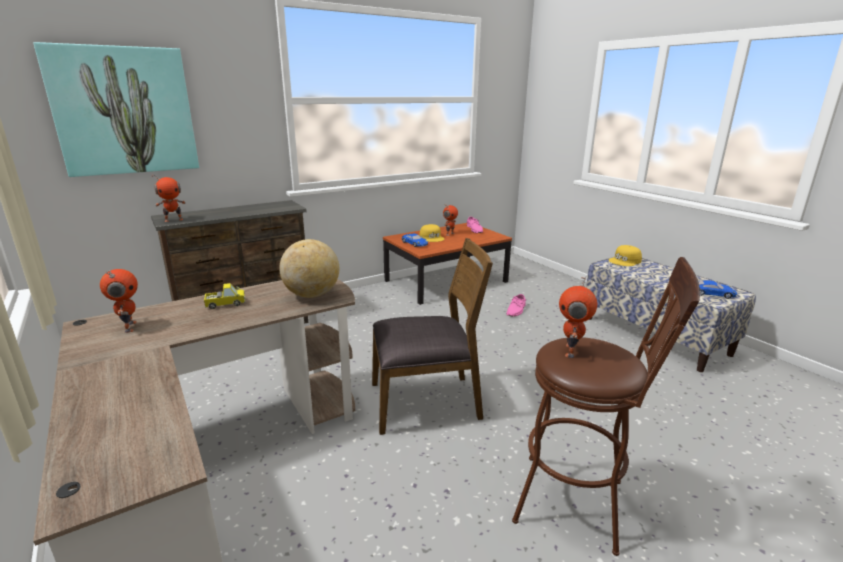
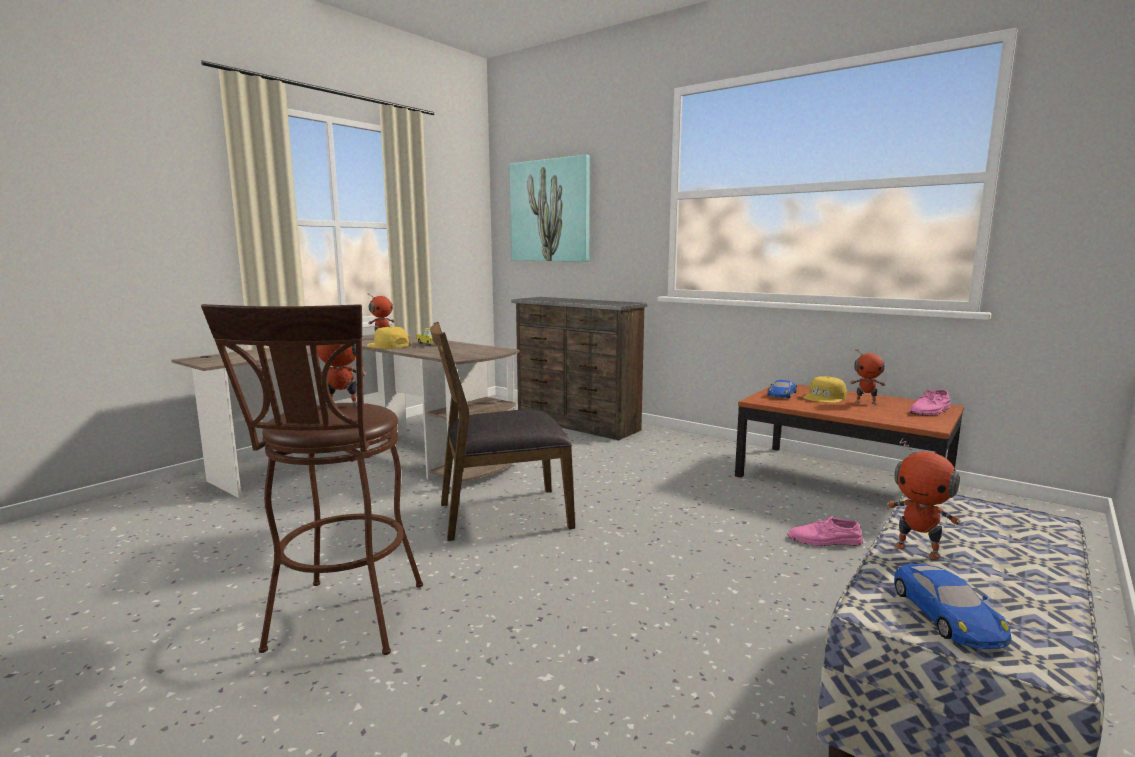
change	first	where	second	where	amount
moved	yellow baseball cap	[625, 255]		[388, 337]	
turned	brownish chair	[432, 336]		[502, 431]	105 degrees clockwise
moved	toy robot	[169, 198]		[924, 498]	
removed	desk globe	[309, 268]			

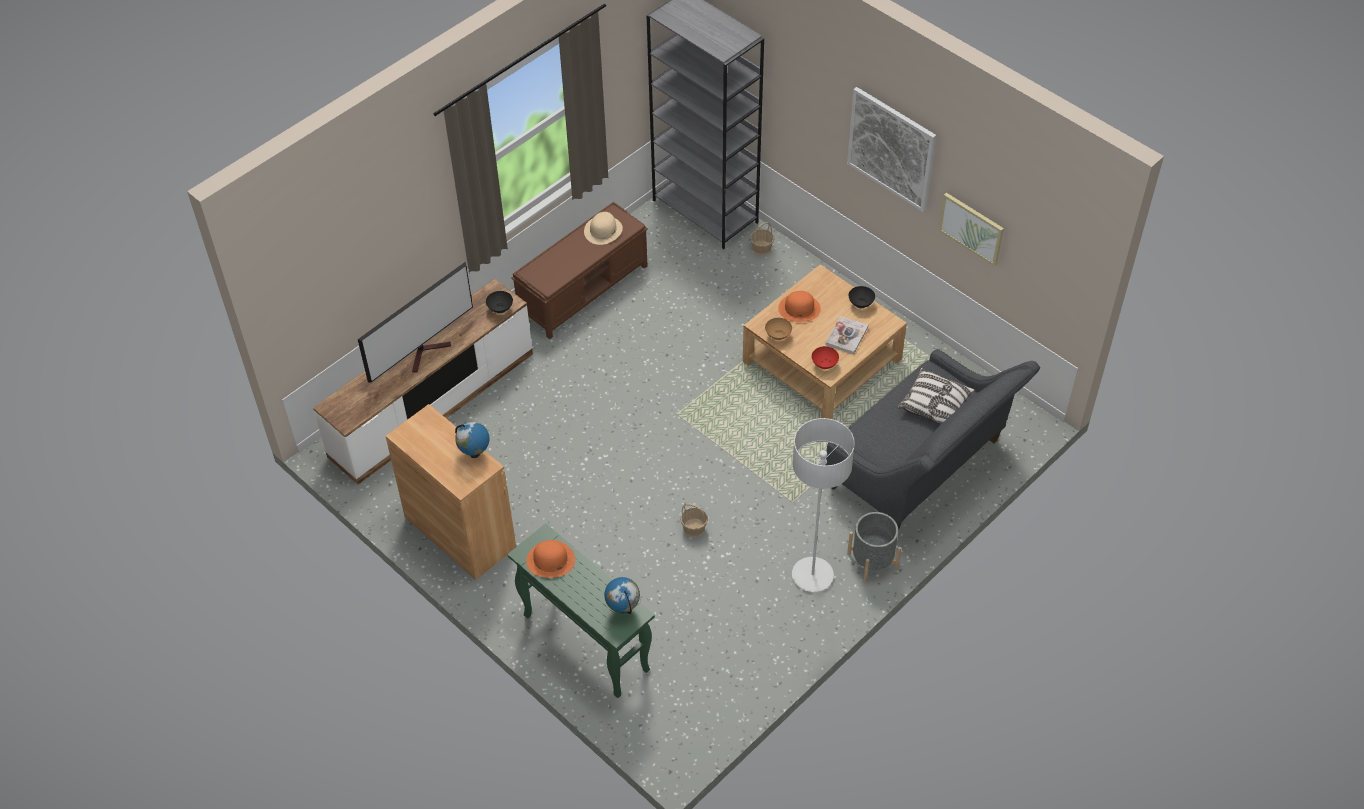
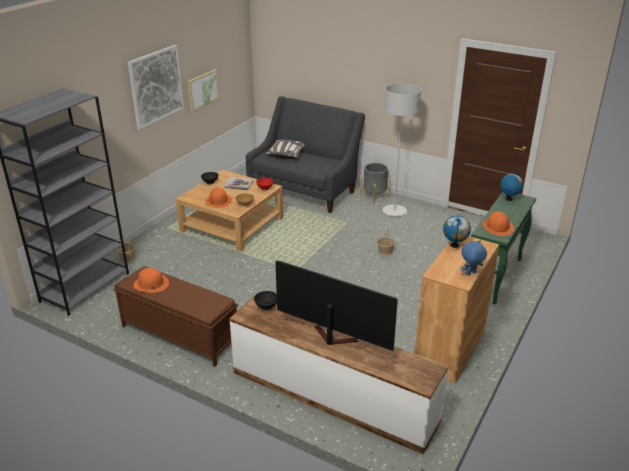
change	first	where	second	where	amount
recoloured	beige clothing hat	[603, 228]	orange-coloured clothing hat	[151, 280]	
added			blue cuddly toy	[474, 258]	

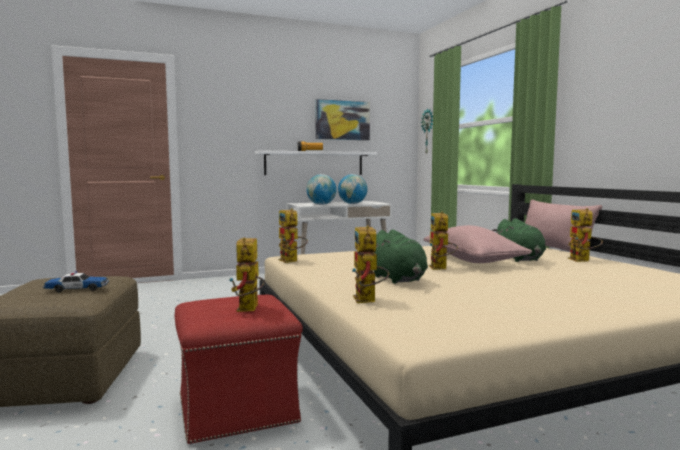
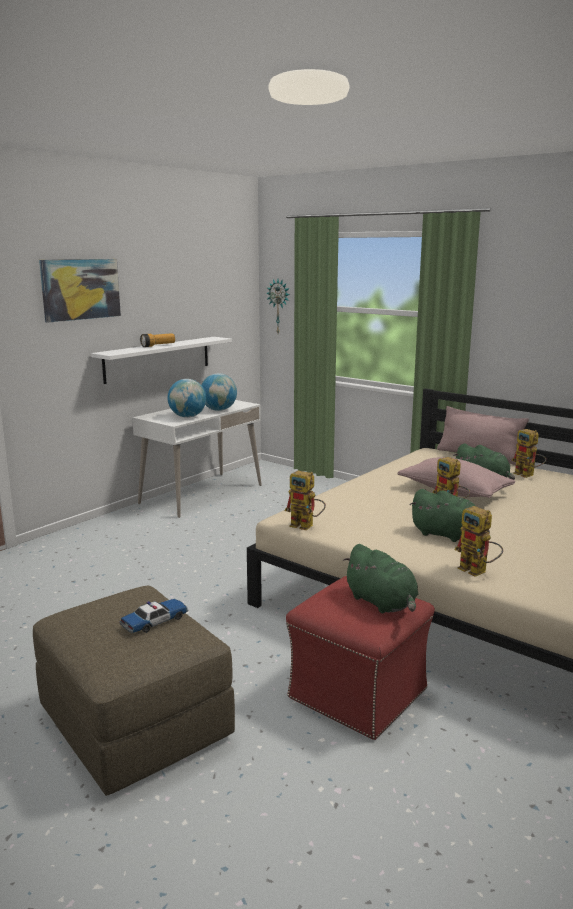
change	first	where	second	where	amount
moved	wall picture	[342, 119]		[80, 290]	
replaced	toy robot	[247, 274]	greenish cuddly toy	[380, 578]	

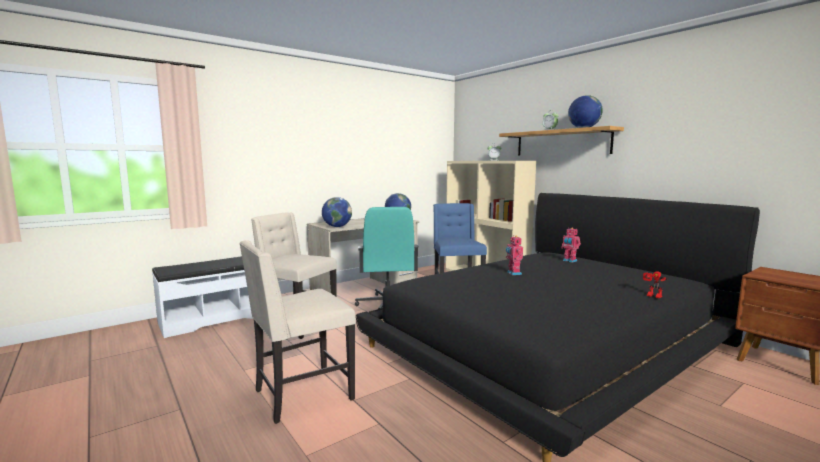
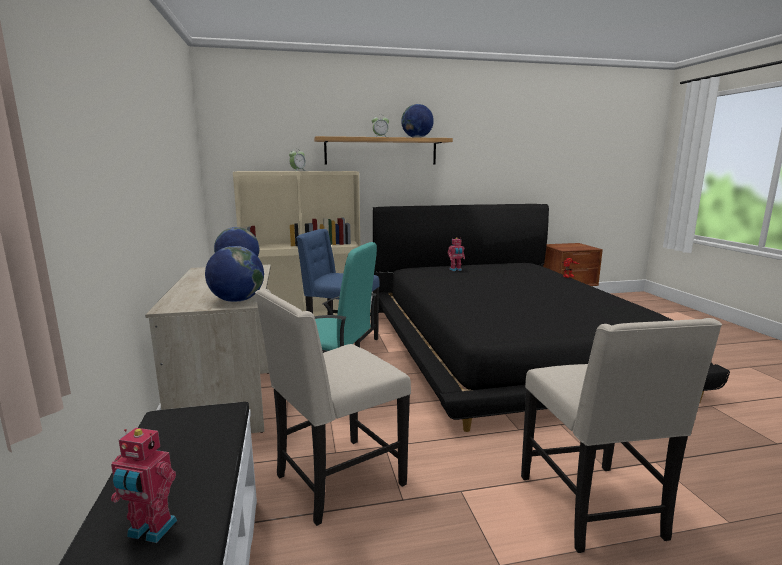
change	first	where	second	where	amount
moved	toy robot	[514, 255]		[144, 485]	

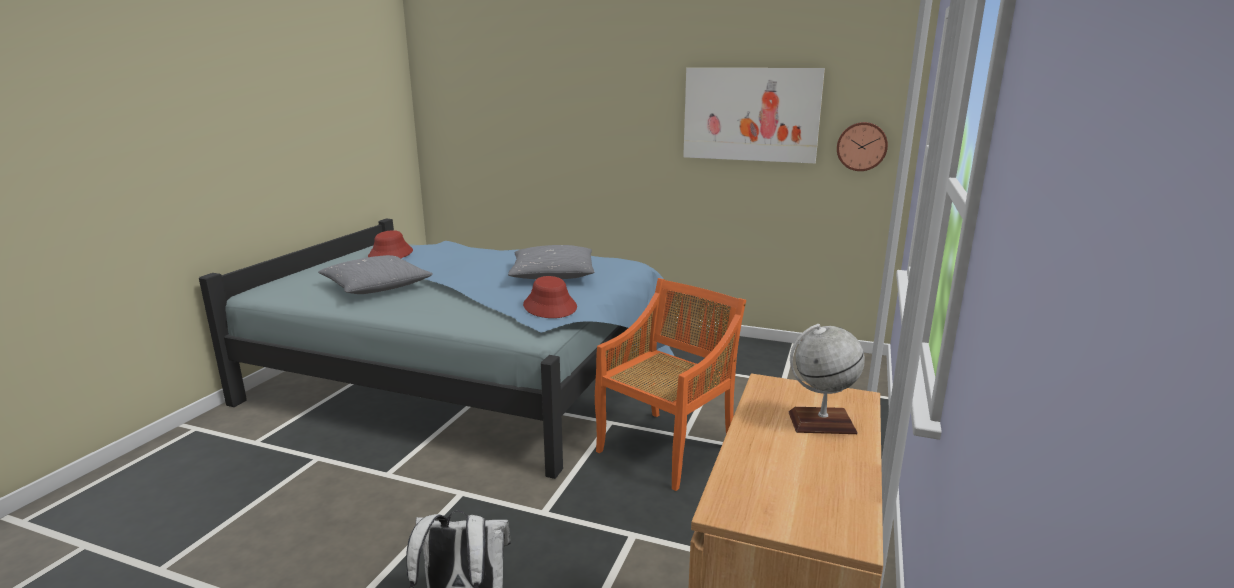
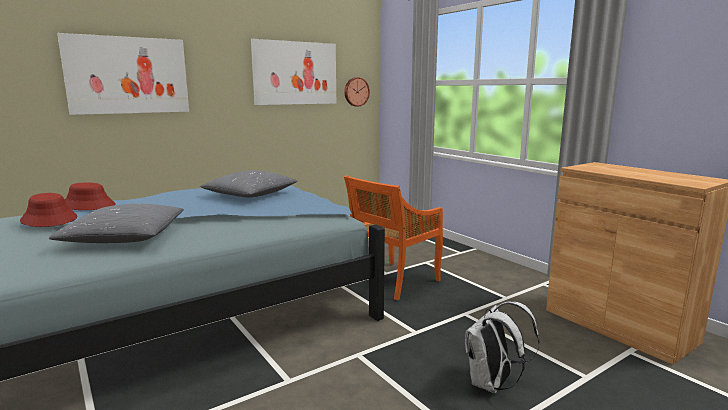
change	first	where	second	where	amount
added			wall picture	[123, 74]	
moved	red clothing hat	[550, 297]		[90, 196]	
turned	orange-coloured chair	[670, 384]		[393, 237]	120 degrees counterclockwise
removed	desk globe	[826, 379]			

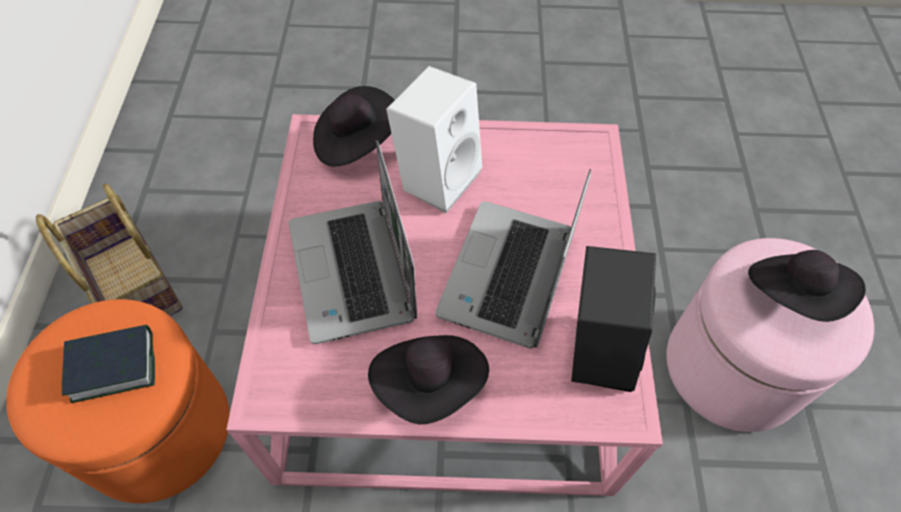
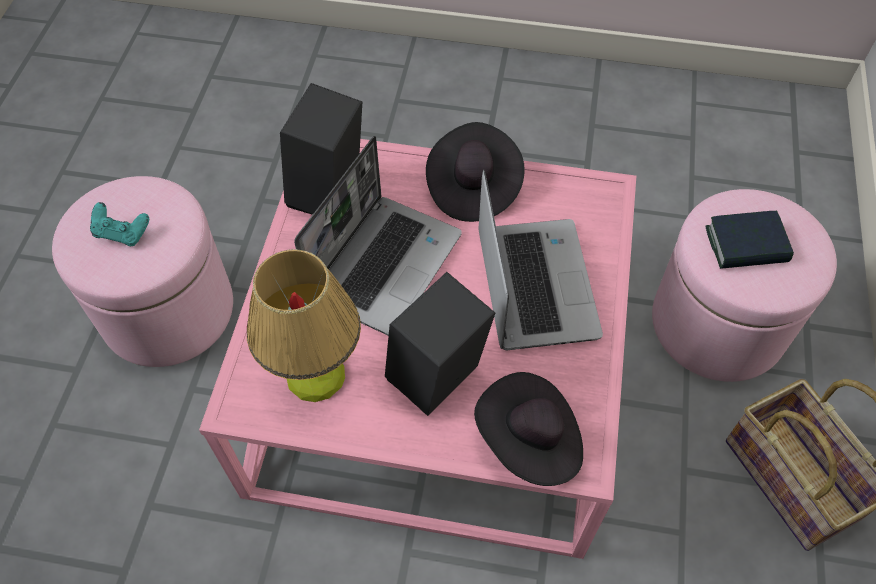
change	first	where	second	where	amount
replaced	black-coloured clothing hat	[807, 286]	turquoise gamepad	[119, 224]	
added			lamp for a table	[304, 325]	
recoloured	white-coloured loudspeaker	[434, 139]	black-coloured loudspeaker	[440, 344]	
recoloured	orange-coloured ottoman	[118, 401]	pink ottoman	[744, 285]	

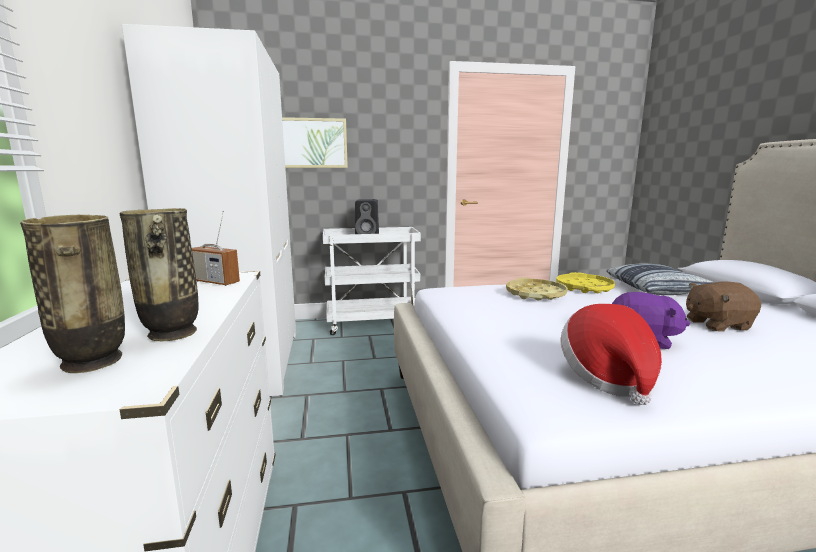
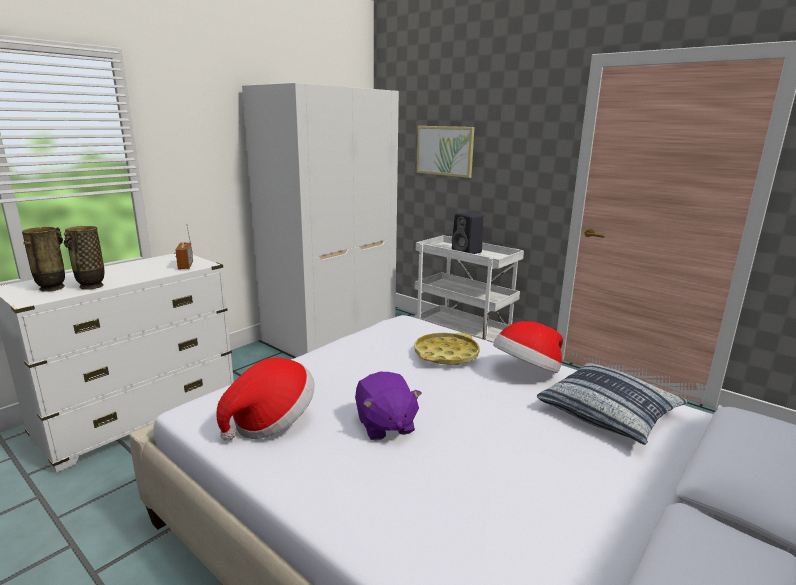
change	first	where	second	where	amount
replaced	yellow carrying tray	[585, 282]	clothing hat	[528, 347]	
removed	brownish cuddly toy	[723, 306]			

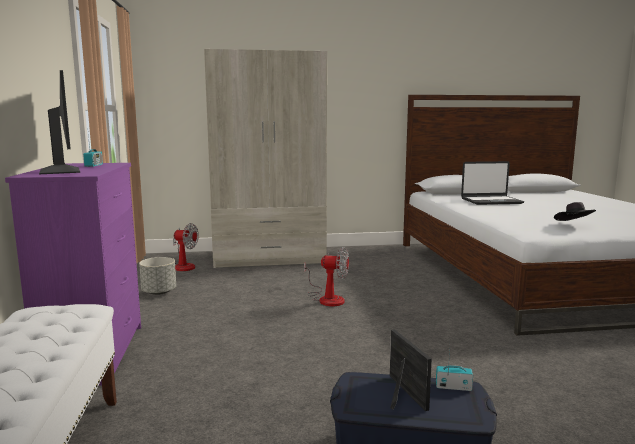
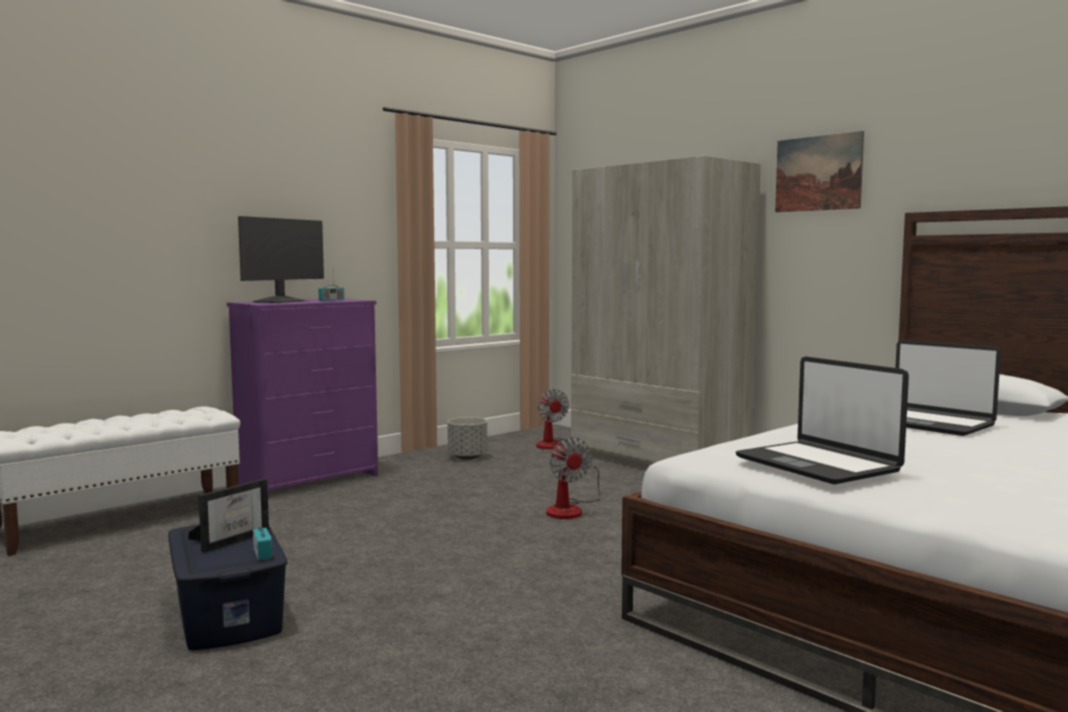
change	first	where	second	where	amount
replaced	black-coloured clothing hat	[575, 211]	laptop	[822, 420]	
added			wall picture	[819, 171]	

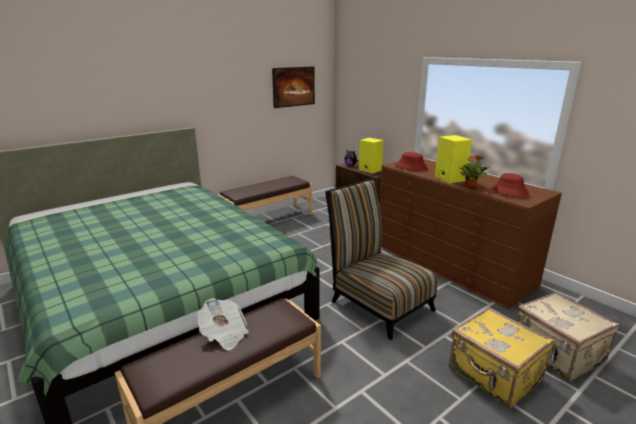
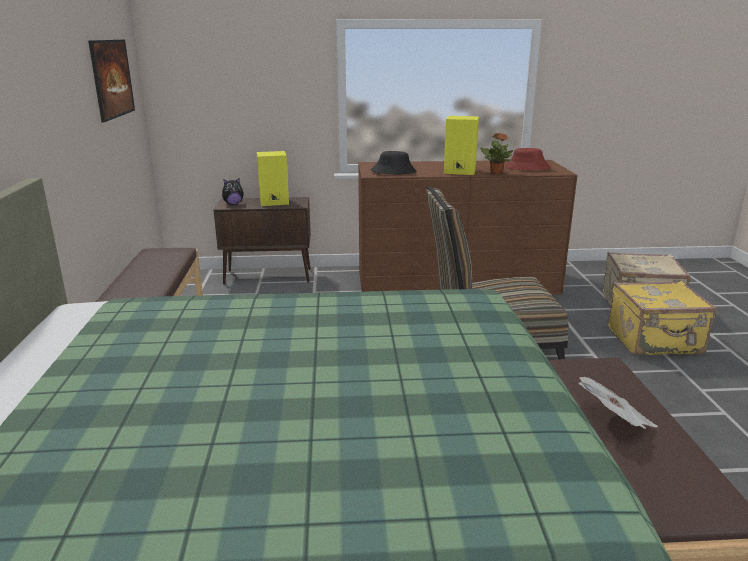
change	first	where	second	where	amount
recoloured	red clothing hat	[411, 161]	black-coloured clothing hat	[394, 162]	

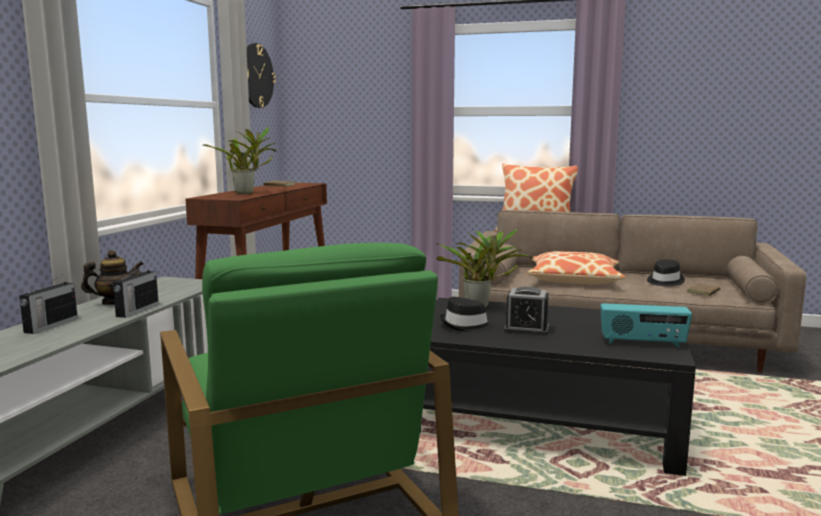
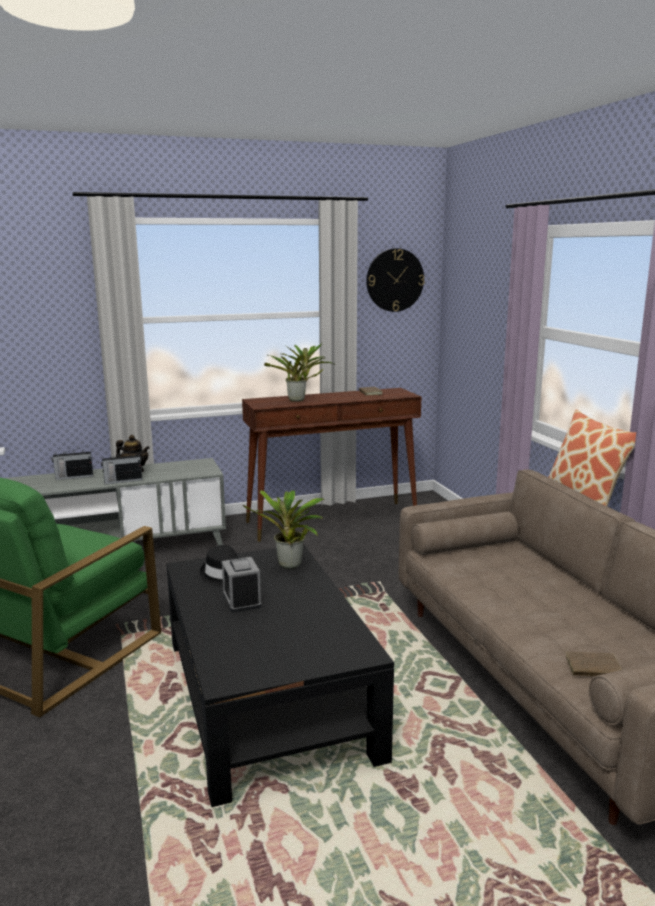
change	first	where	second	where	amount
removed	cushion	[576, 267]			
removed	radio receiver	[646, 325]			
removed	black-coloured clothing hat	[666, 273]			

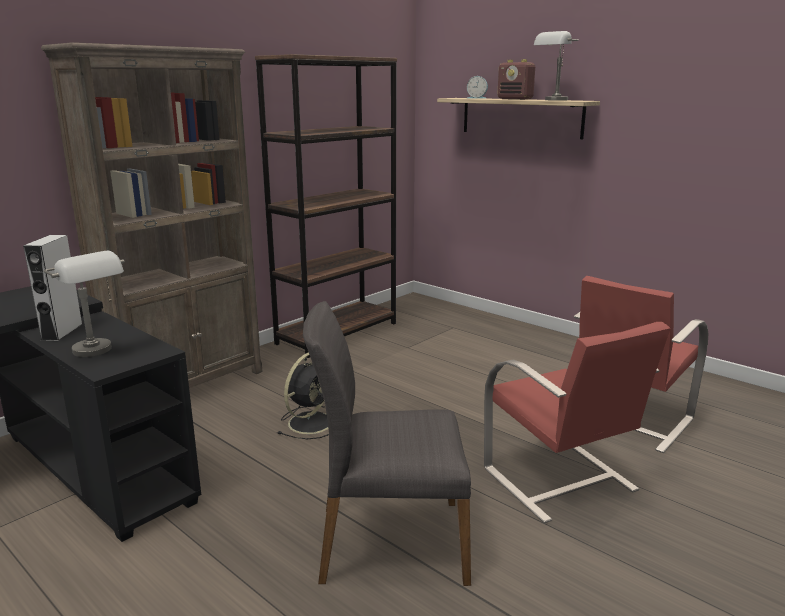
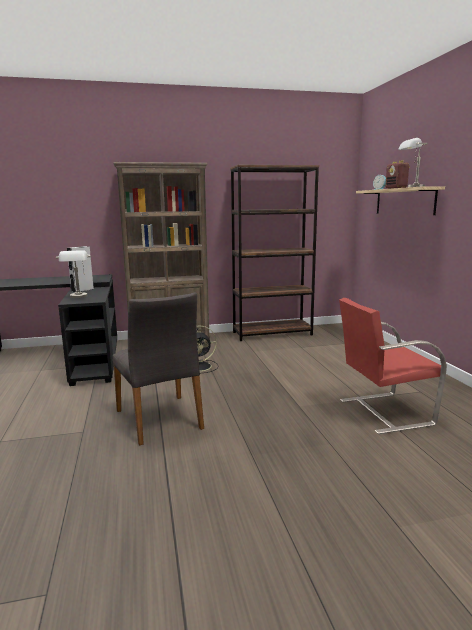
change	first	where	second	where	amount
turned	gray chair	[387, 443]		[158, 369]	150 degrees counterclockwise
removed	red chair	[577, 422]			

